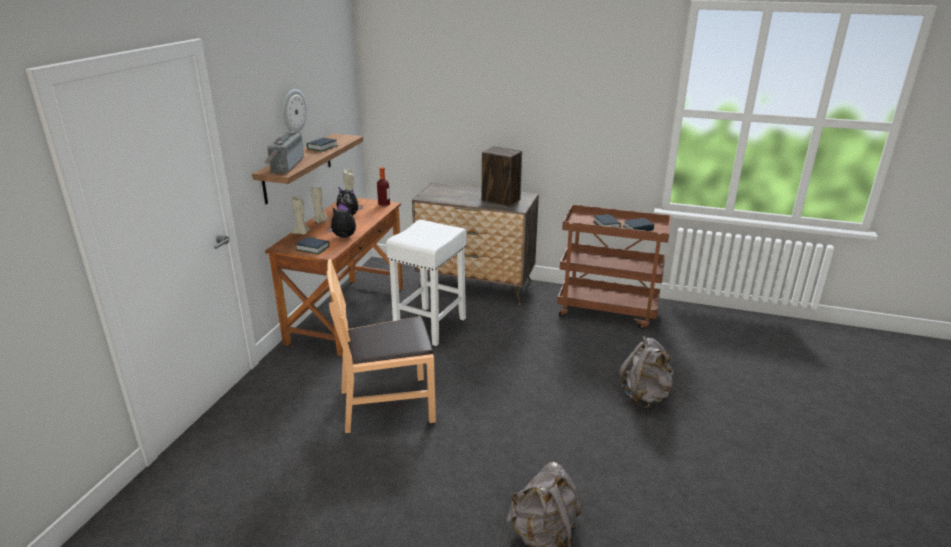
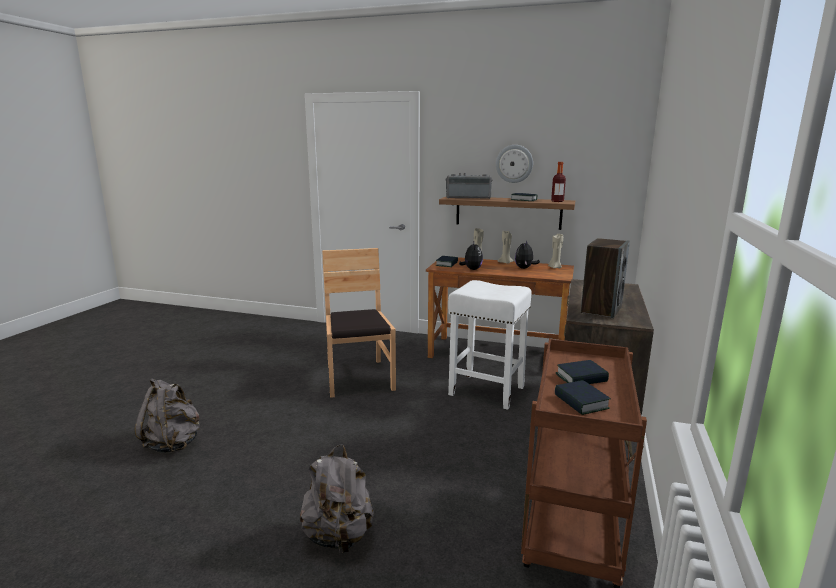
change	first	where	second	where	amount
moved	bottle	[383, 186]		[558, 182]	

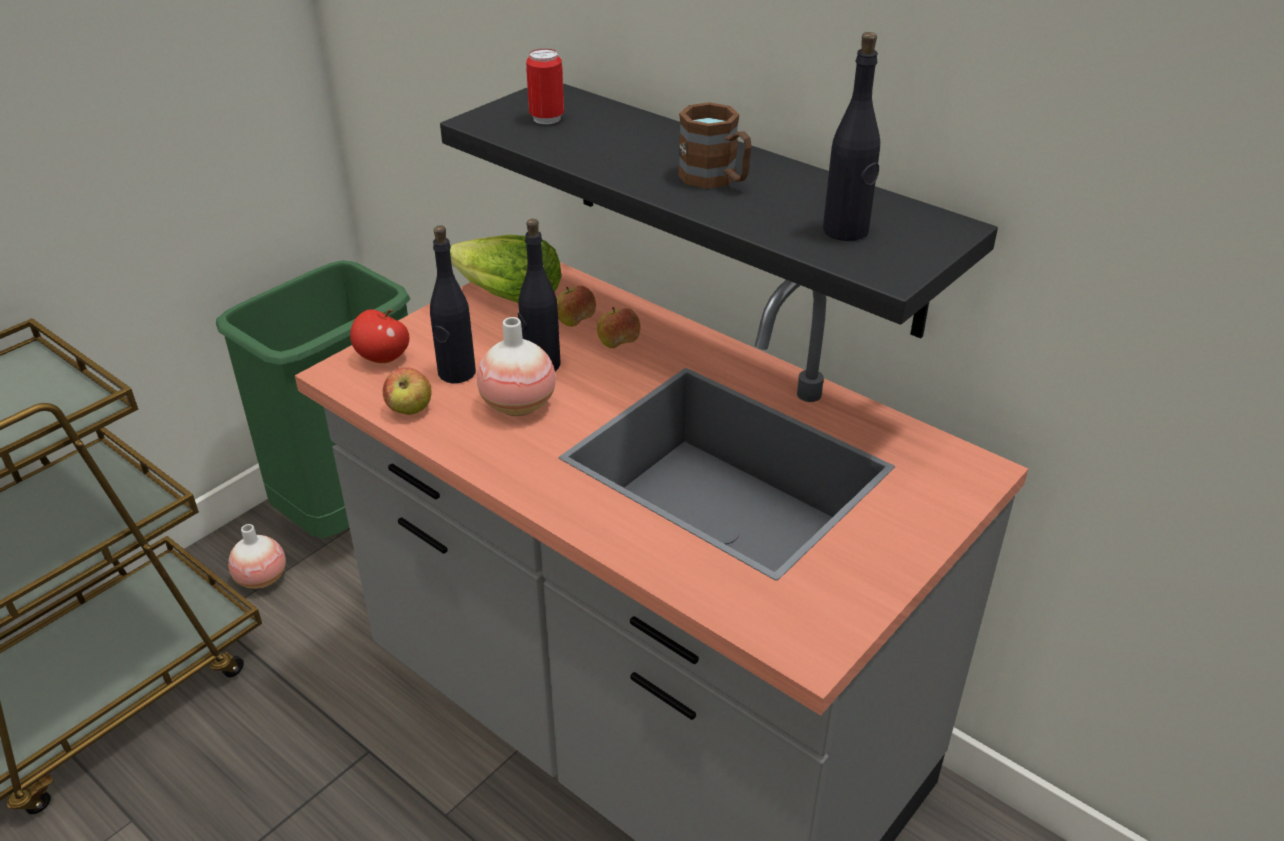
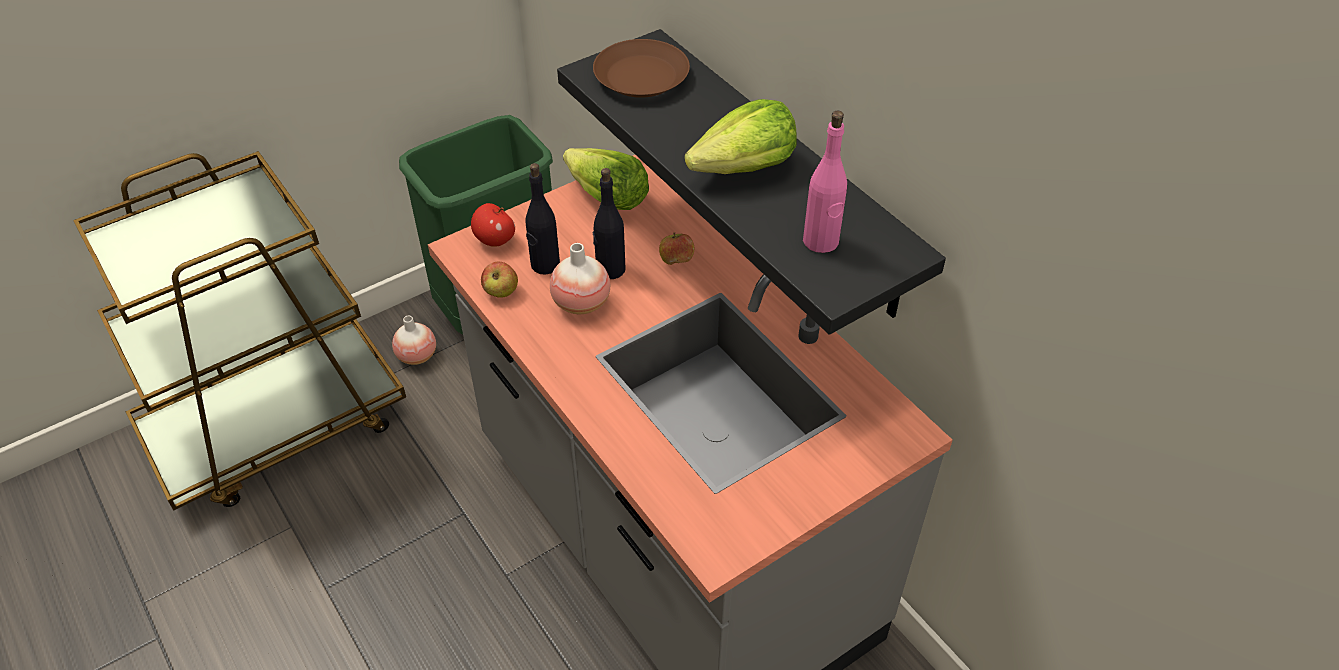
change	first	where	second	where	amount
replaced	can	[545, 86]	brownish flat dish	[641, 68]	
replaced	brownish tea mug	[715, 145]	lettuce	[740, 136]	
recoloured	black-coloured bottle	[851, 136]	pink bottle	[825, 181]	
removed	apple	[576, 306]			

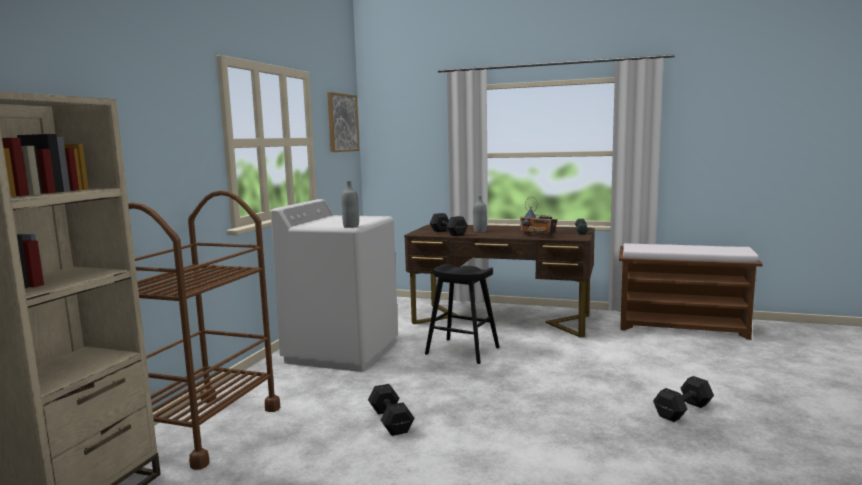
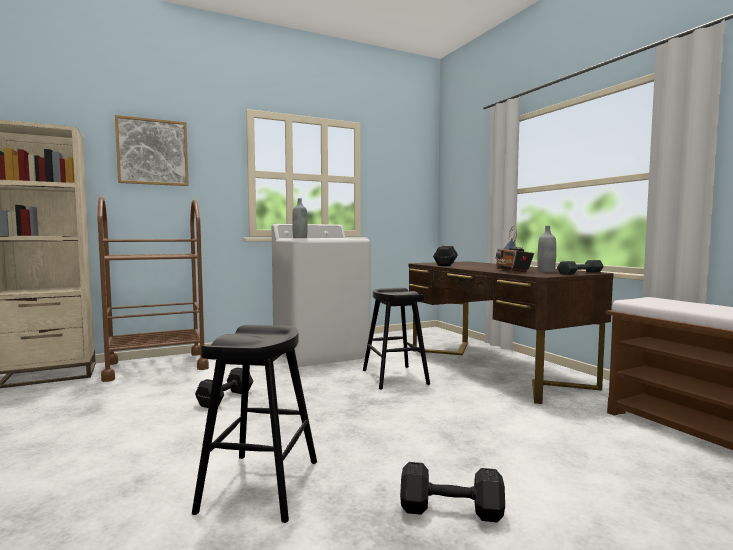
change	first	where	second	where	amount
moved	wall picture	[343, 122]		[152, 150]	
added			black-coloured sitting stool	[254, 424]	
moved	gray bottle	[480, 214]		[546, 249]	

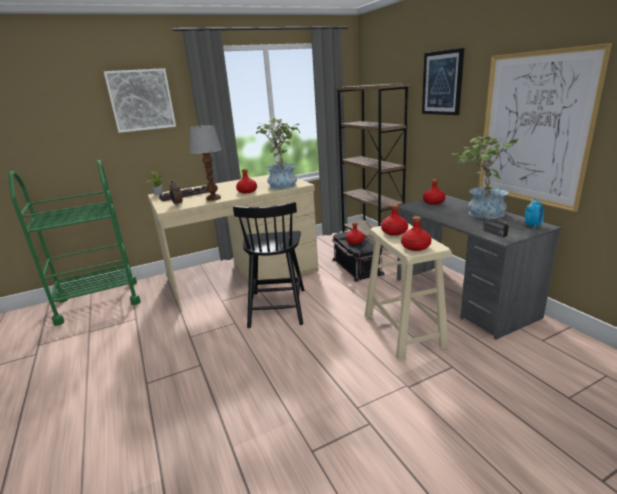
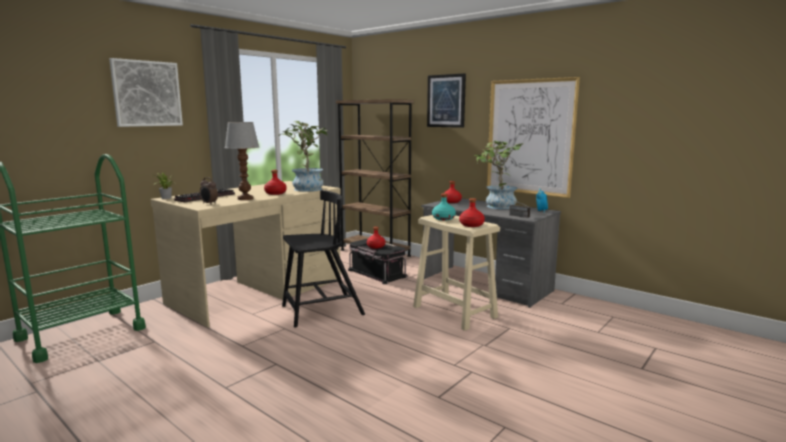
change	first	where	second	where	amount
turned	black-coloured chair	[269, 265]		[323, 259]	90 degrees counterclockwise
recoloured	red bottle	[394, 220]	turquoise bottle	[444, 206]	

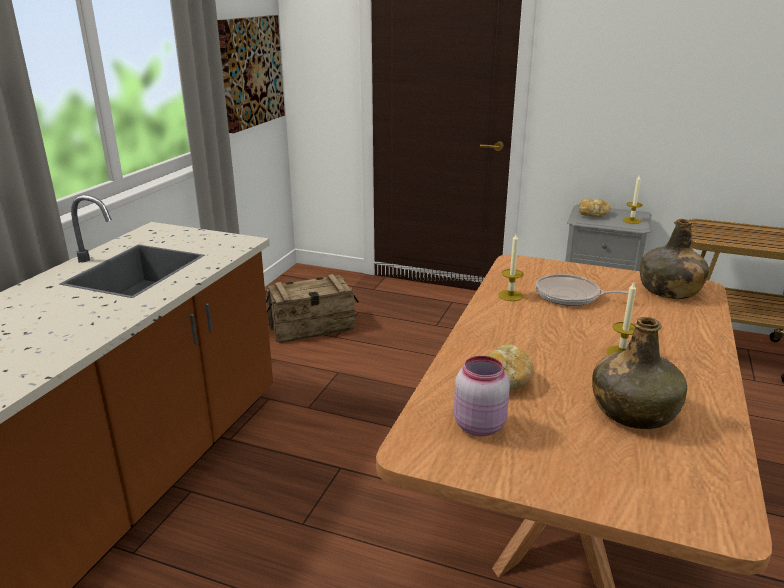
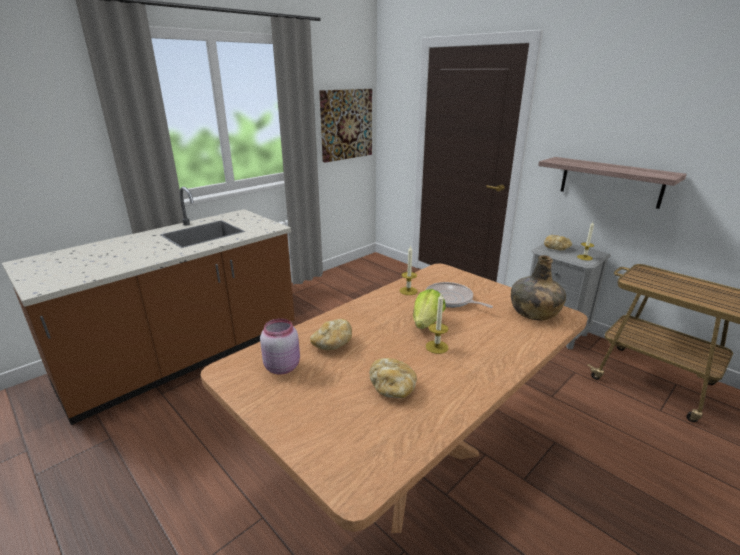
change	first	where	second	where	amount
replaced	greenish bottle	[639, 373]	bakery bread	[393, 378]	
added			lettuce	[429, 309]	
added			wall shelf	[612, 183]	
removed	crate	[312, 308]			

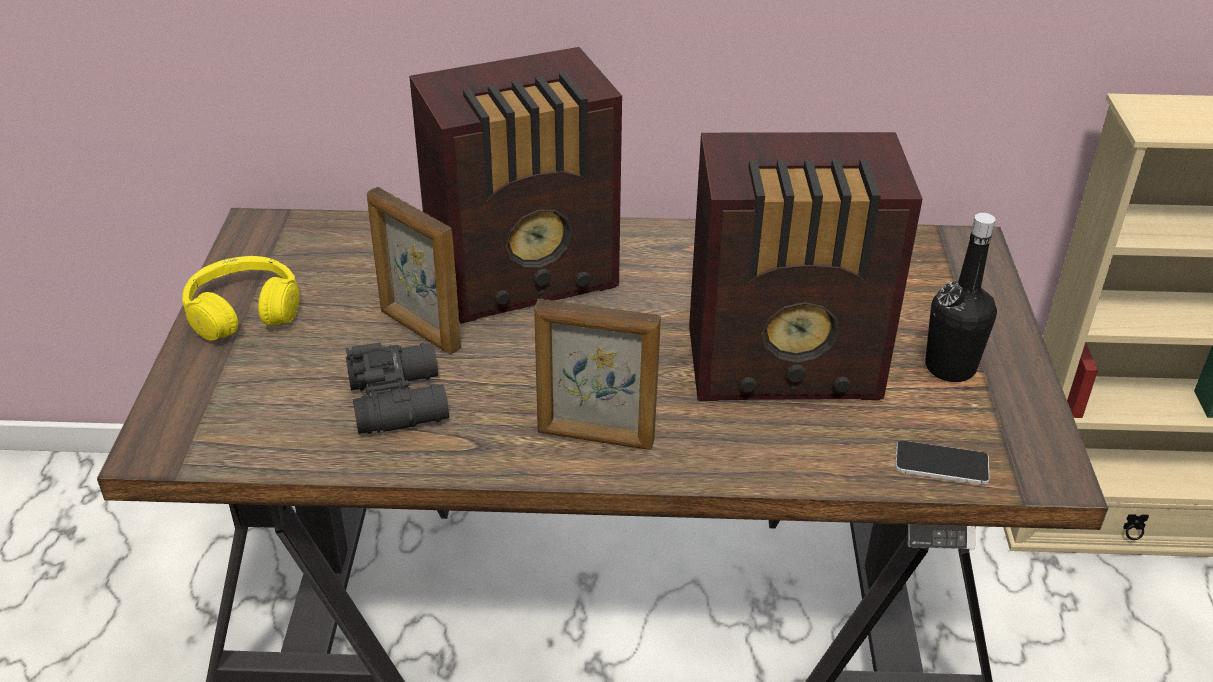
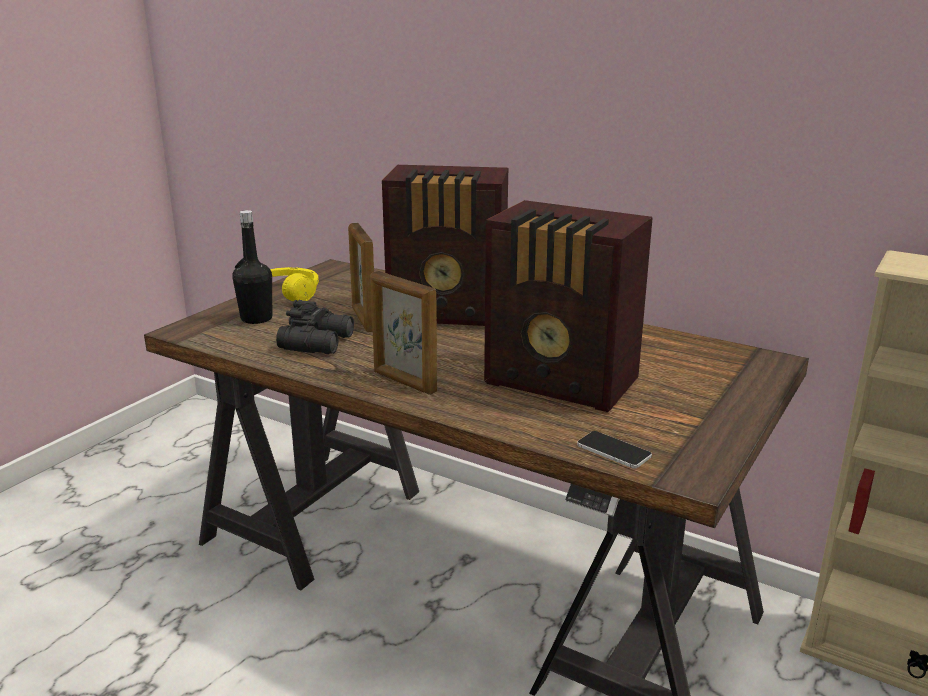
change	first	where	second	where	amount
moved	black-coloured bottle	[961, 297]		[252, 267]	

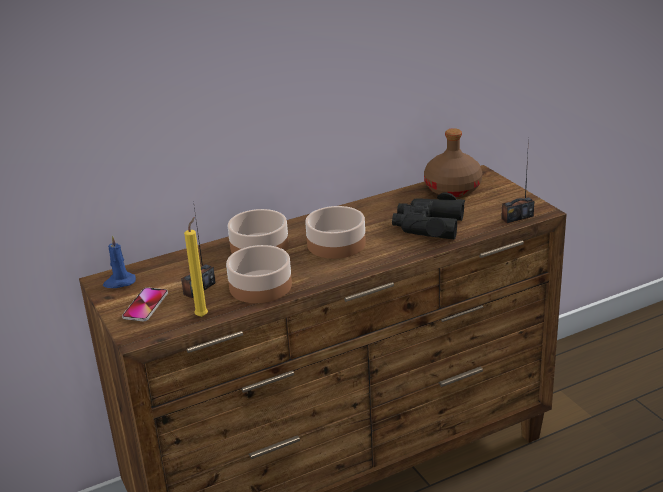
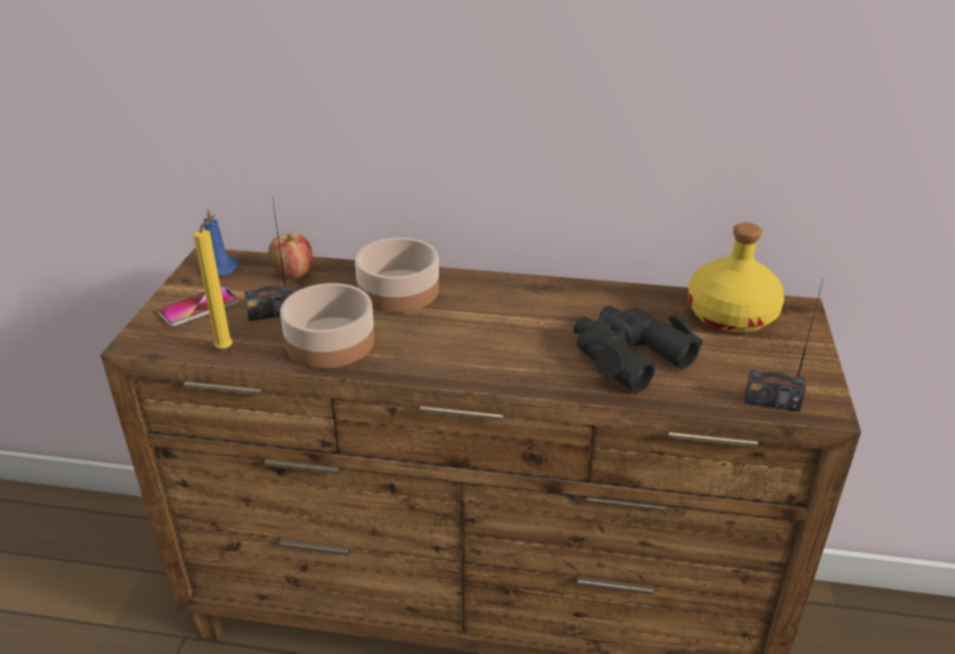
change	first	where	second	where	amount
added			apple	[290, 256]	
recoloured	brownish bottle	[453, 162]	yellow bottle	[735, 277]	
removed	serving bowl	[335, 232]			

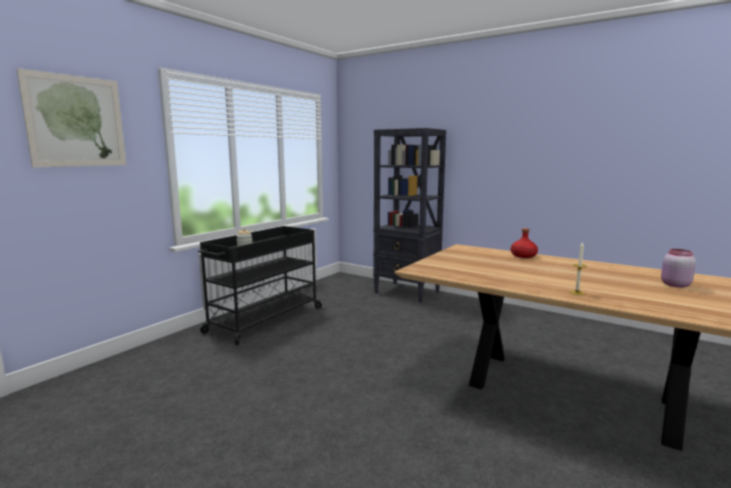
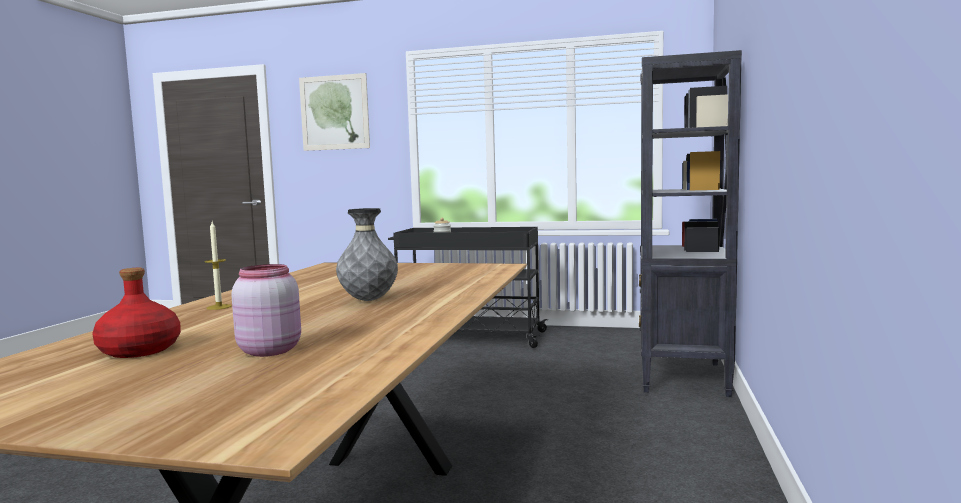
change	first	where	second	where	amount
moved	red bottle	[524, 243]		[136, 313]	
added			gray vase	[367, 254]	

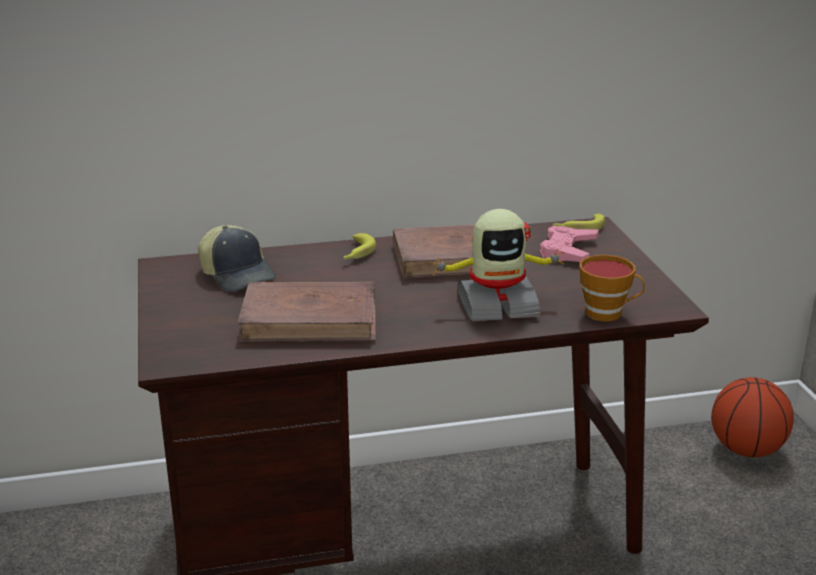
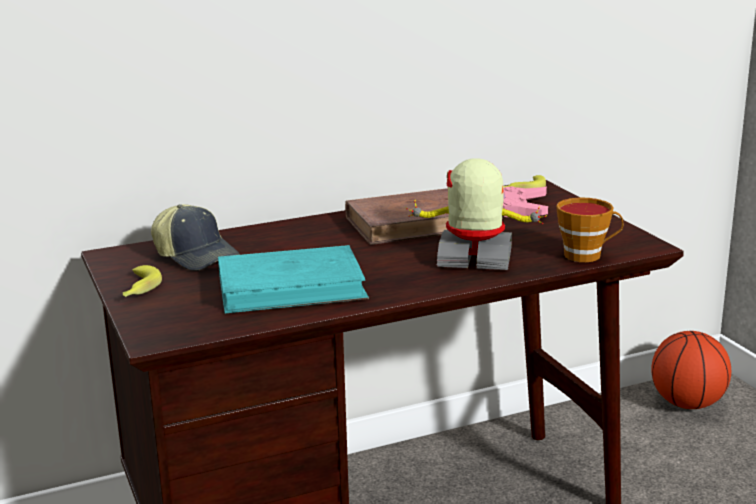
change	first	where	second	where	amount
moved	banana fruit	[360, 246]		[142, 281]	
recoloured	brownish book	[306, 312]	turquoise book	[293, 279]	
turned	toy robot	[497, 265]		[476, 214]	150 degrees counterclockwise

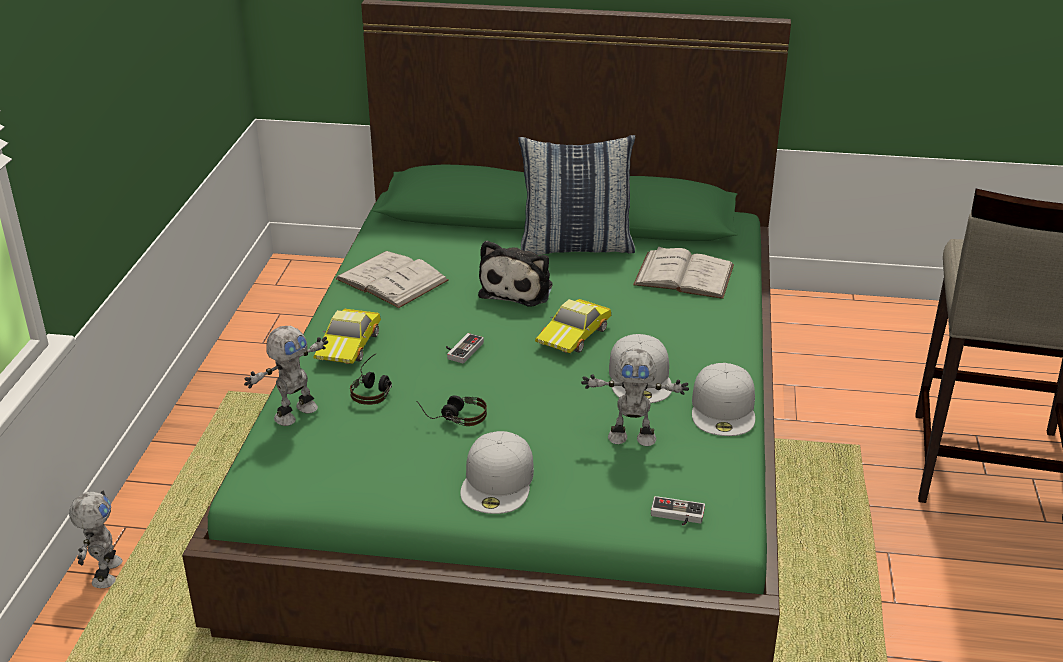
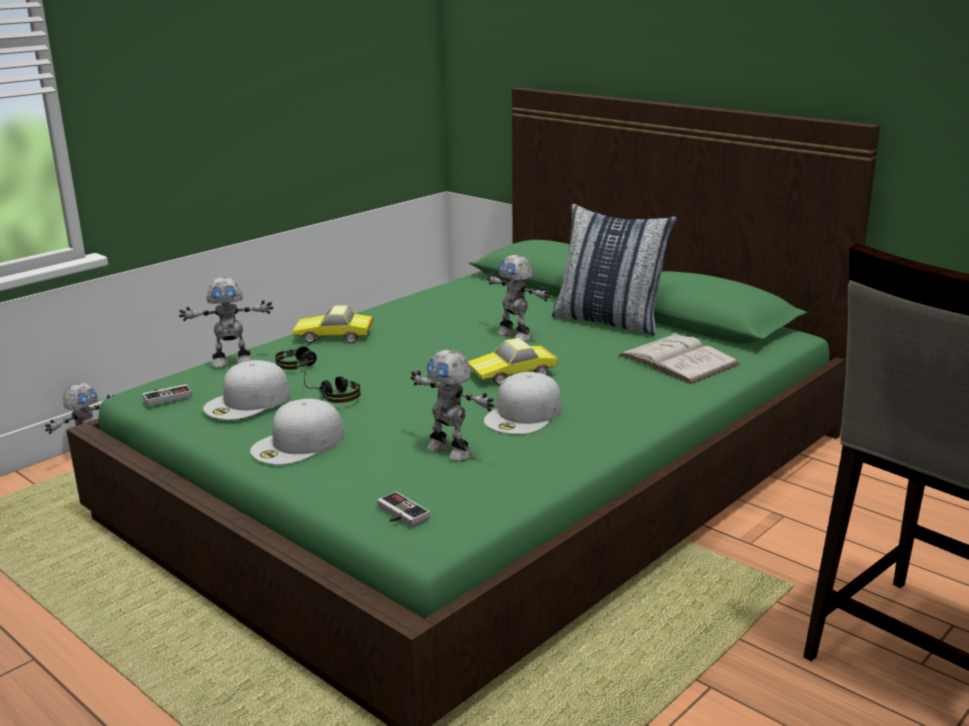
change	first	where	second	where	amount
moved	gamepad	[465, 348]		[167, 395]	
moved	white-coloured baseball cap	[723, 399]		[246, 390]	
turned	miniature car	[347, 336]		[332, 324]	45 degrees clockwise
replaced	cuddly toy	[515, 274]	toy robot	[518, 298]	
removed	white-coloured book	[392, 279]			

